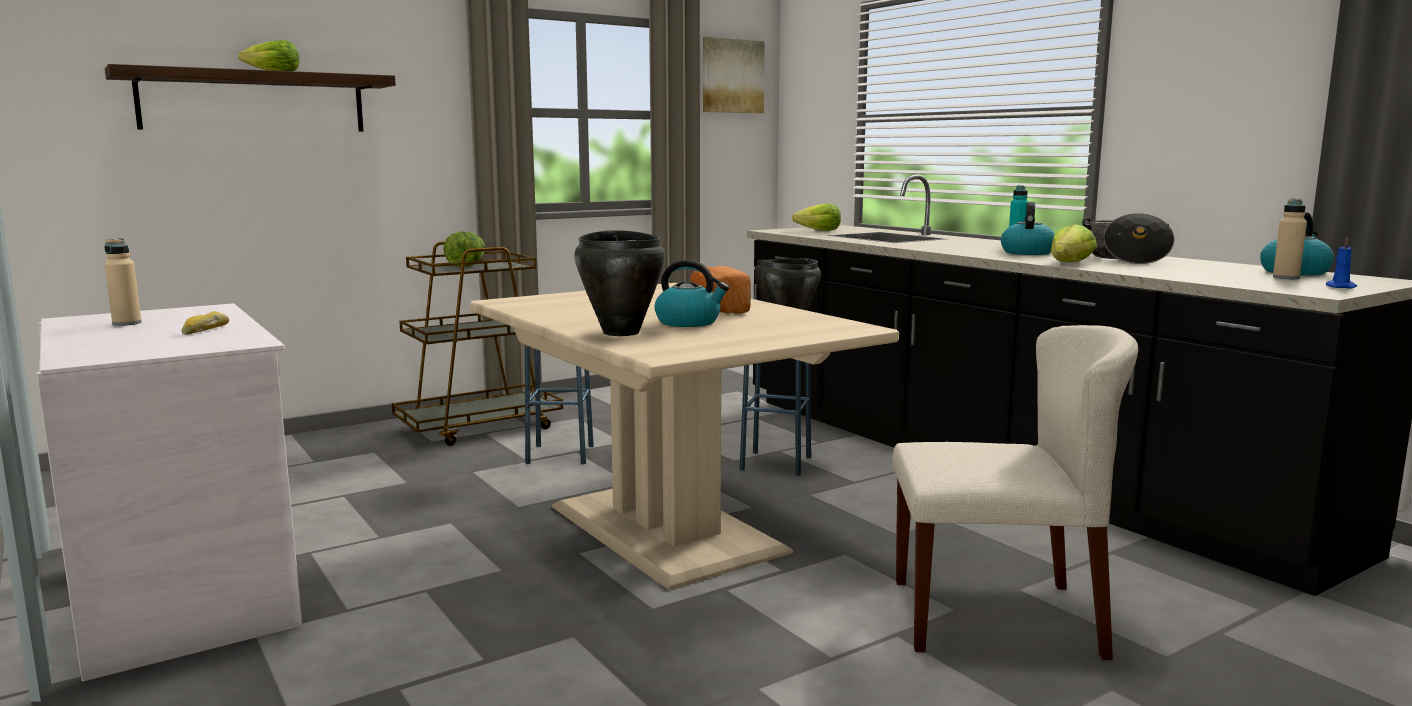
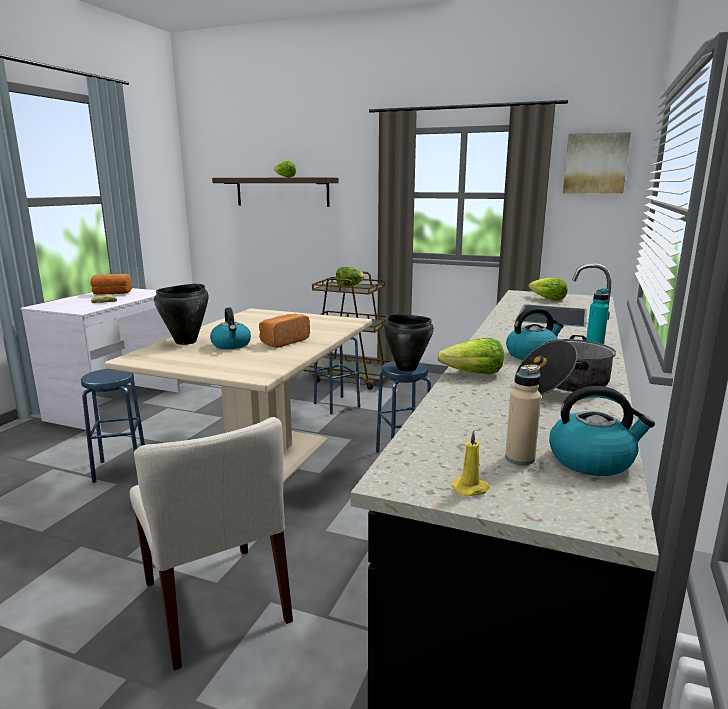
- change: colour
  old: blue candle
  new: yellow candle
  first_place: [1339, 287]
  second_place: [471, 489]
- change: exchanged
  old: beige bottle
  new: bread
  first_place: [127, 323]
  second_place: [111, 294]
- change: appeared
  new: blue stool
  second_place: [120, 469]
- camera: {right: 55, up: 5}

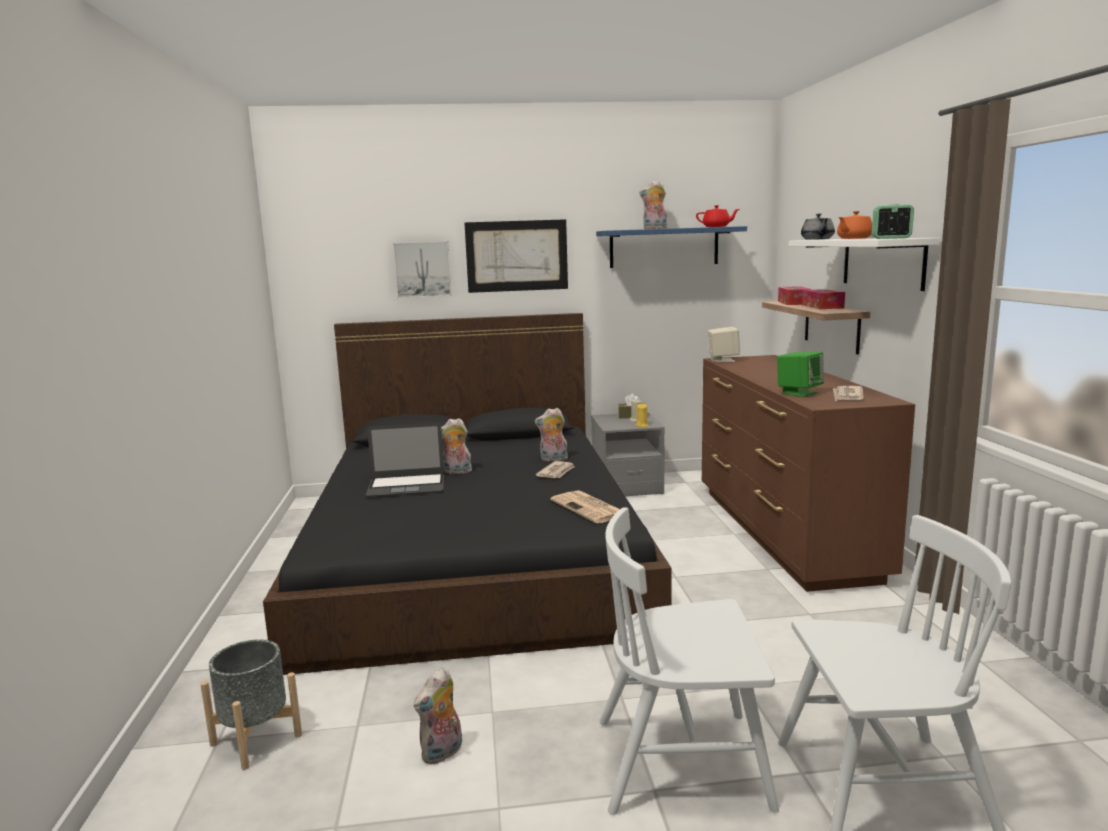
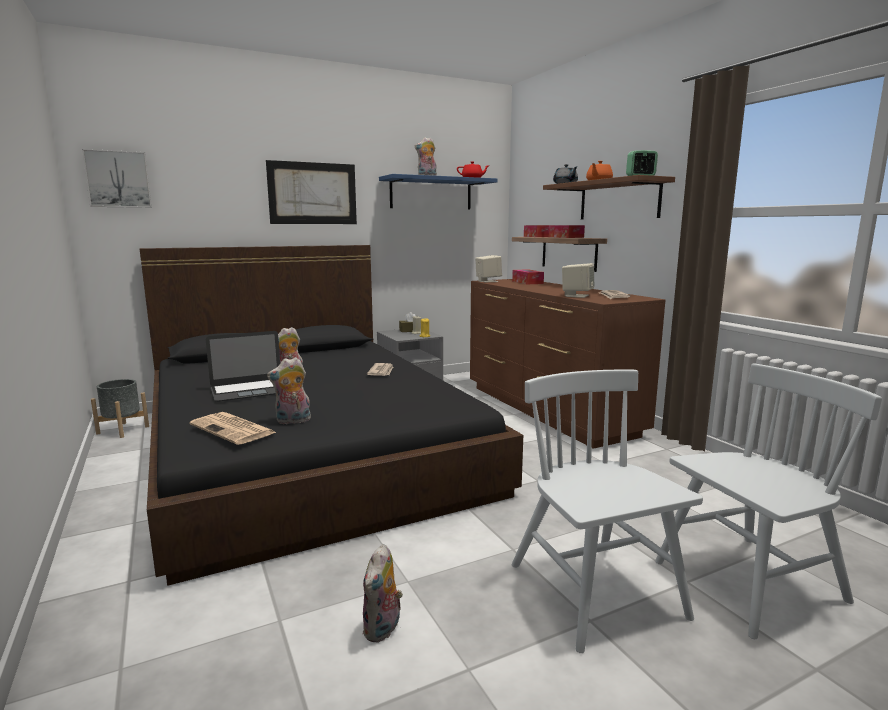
- change: colour
  old: white shelf
  new: brown shelf
  first_place: [882, 262]
  second_place: [618, 200]
- change: relocated
  old: picture
  first_place: [422, 269]
  second_place: [118, 179]
- change: colour
  old: green speaker
  new: beige speaker
  first_place: [799, 393]
  second_place: [577, 296]
- change: relocated
  old: plush toy
  first_place: [553, 459]
  second_place: [292, 421]
- change: relocated
  old: newspaper
  first_place: [590, 508]
  second_place: [234, 429]
- change: spun
  old: white chair
  first_place: [682, 761]
  second_place: [596, 591]
  degrees: 90
- change: relocated
  old: grey planter
  first_place: [257, 739]
  second_place: [123, 430]
- change: appeared
  new: tissue box
  second_place: [527, 282]
- camera: {right: -20, up: 0}

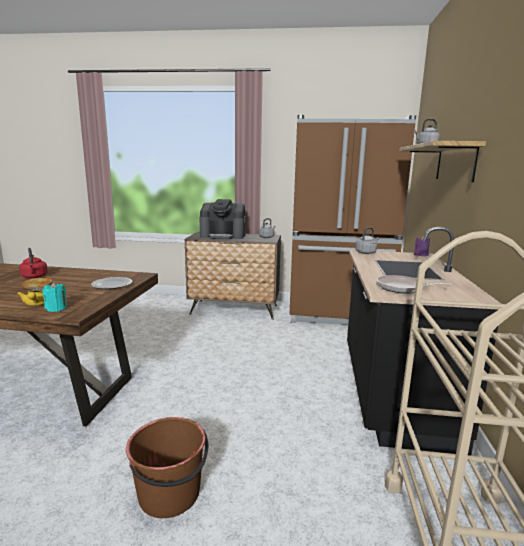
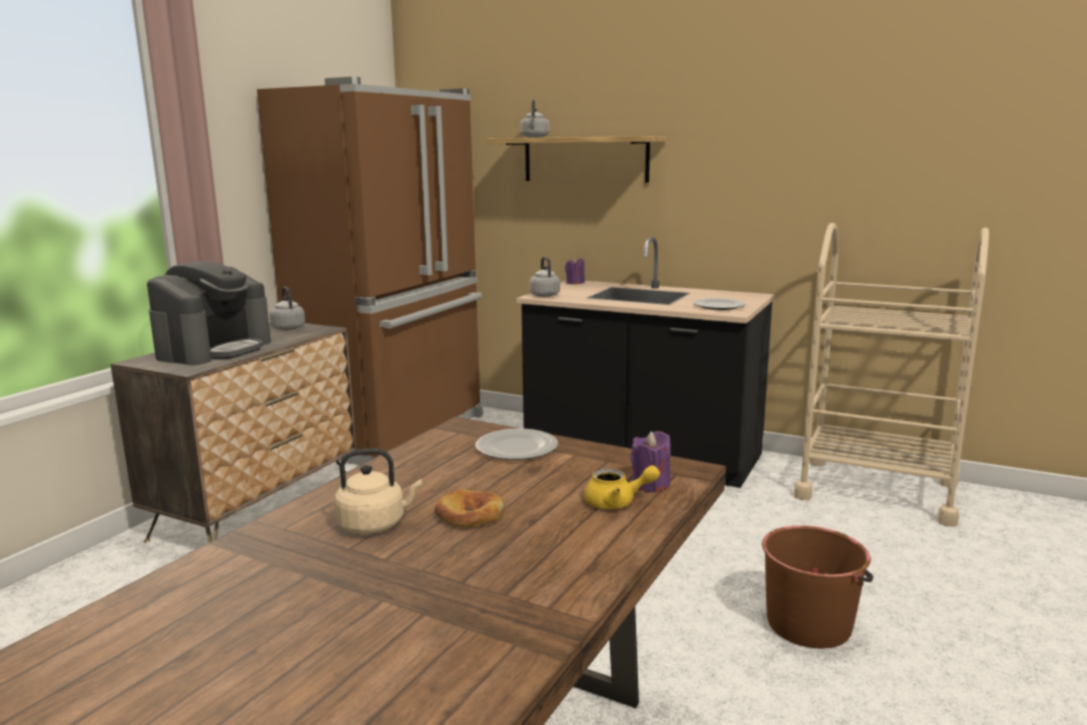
- change: colour
  old: red kettle
  new: beige kettle
  first_place: [34, 277]
  second_place: [375, 525]
- change: exchanged
  old: frying pan
  new: plate
  first_place: [403, 288]
  second_place: [719, 306]
- change: colour
  old: turquoise candle
  new: purple candle
  first_place: [56, 308]
  second_place: [650, 484]
- camera: {right: -70, up: 0}

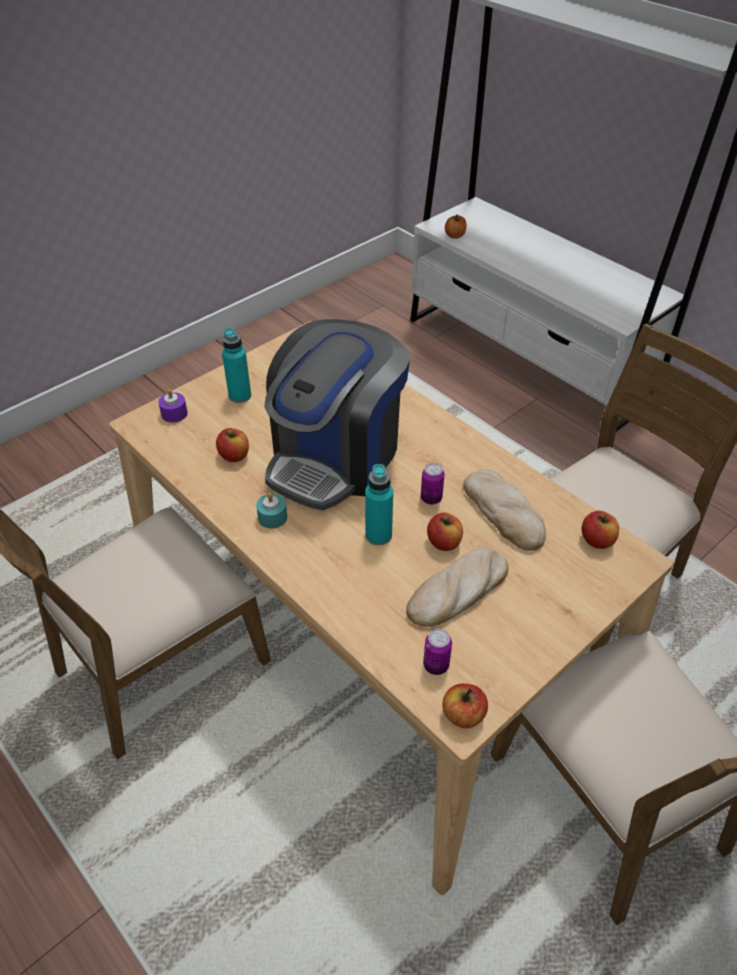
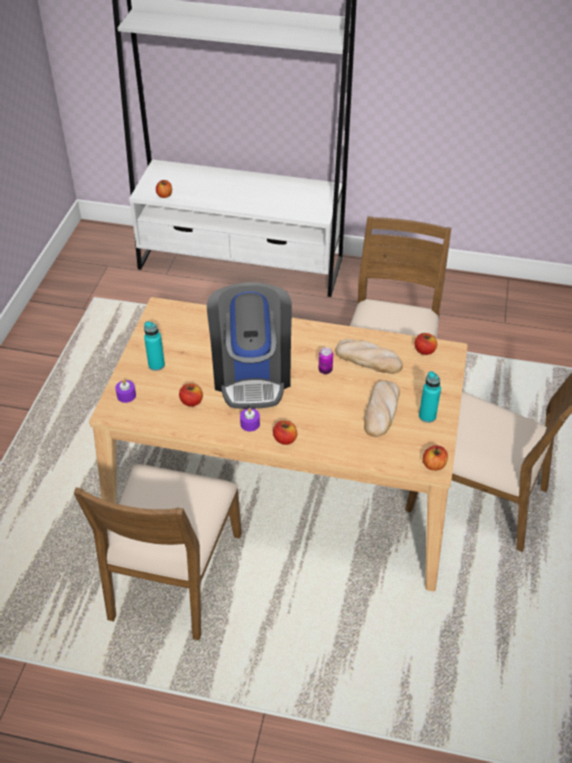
- change: relocated
  old: turquoise bottle
  first_place: [378, 535]
  second_place: [427, 416]
- change: colour
  old: turquoise candle
  new: purple candle
  first_place: [272, 517]
  second_place: [250, 424]
- change: relocated
  old: apple
  first_place: [444, 542]
  second_place: [285, 439]
- change: missing
  old: can
  first_place: [436, 665]
- camera: {right: -35, up: 0}

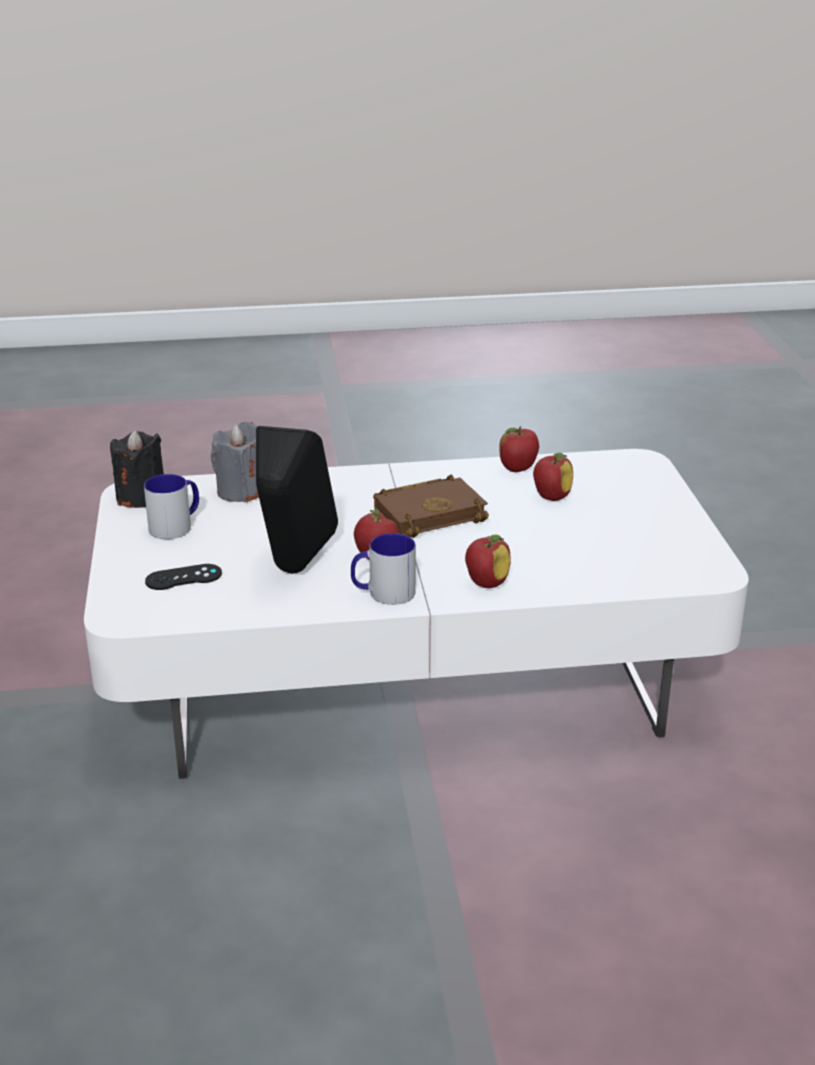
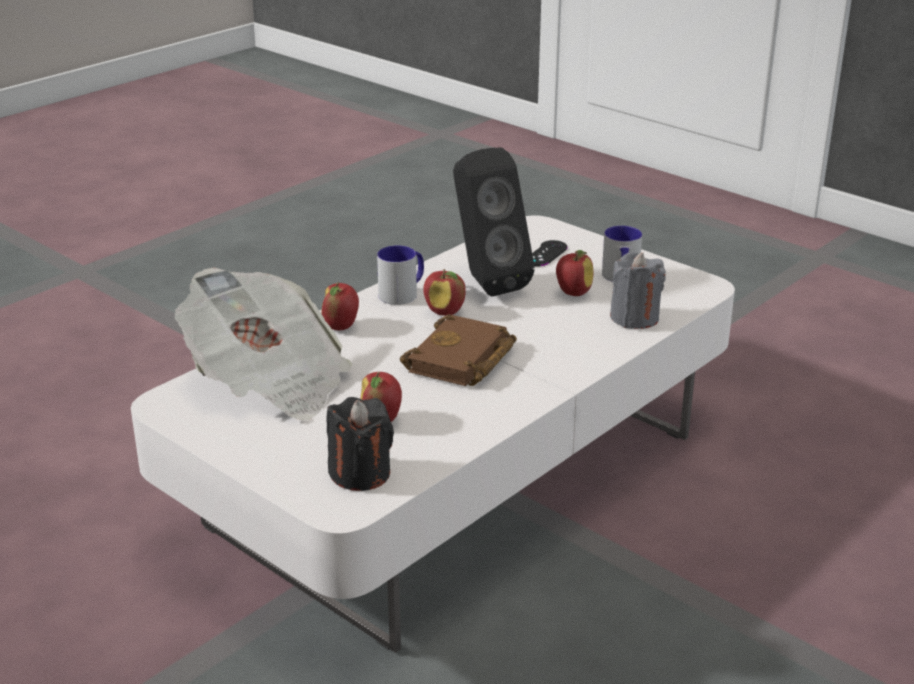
- change: relocated
  old: apple
  first_place: [518, 469]
  second_place: [573, 293]
- change: relocated
  old: black candle
  first_place: [141, 497]
  second_place: [360, 474]
- change: appeared
  new: newspaper
  second_place: [269, 381]
- camera: {right: 140, up: 0}

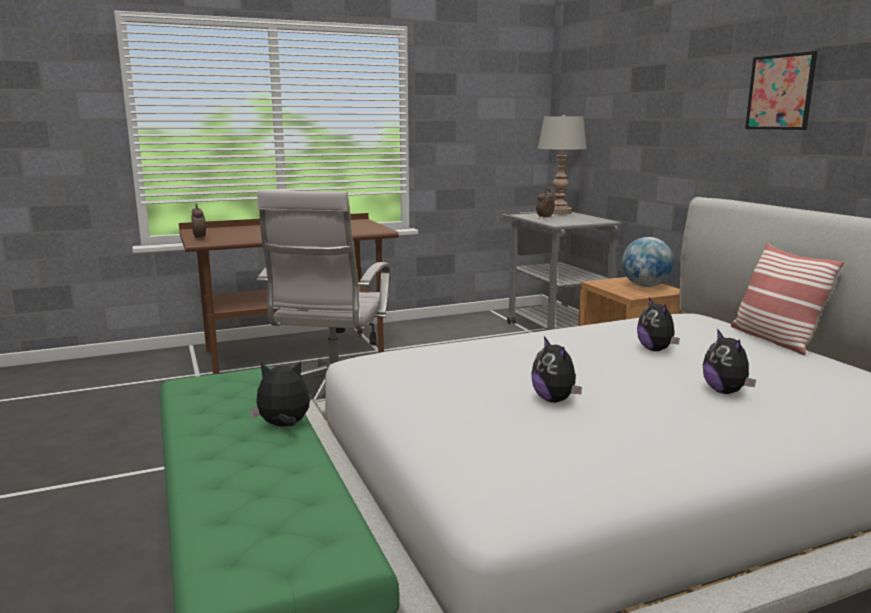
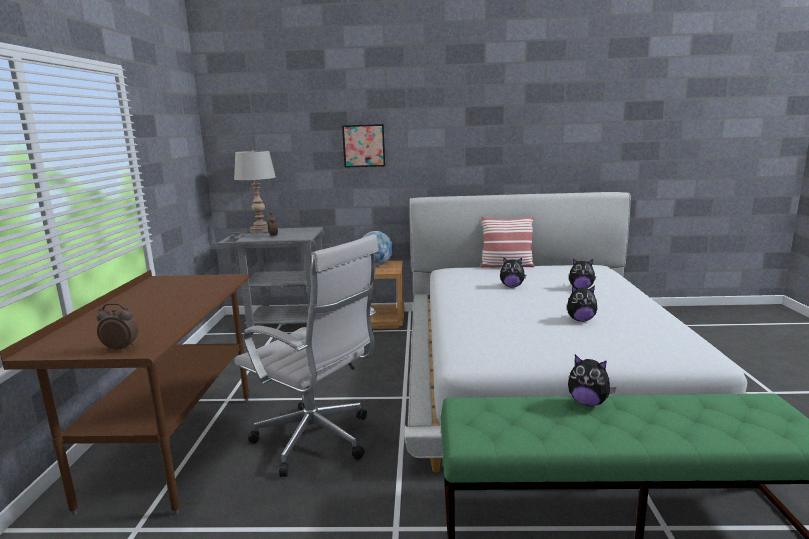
- change: relocated
  old: picture
  first_place: [780, 92]
  second_place: [364, 145]
- change: spun
  old: plush toy
  first_place: [284, 426]
  second_place: [588, 402]
  degrees: -75
- camera: {right: -65, up: 0}

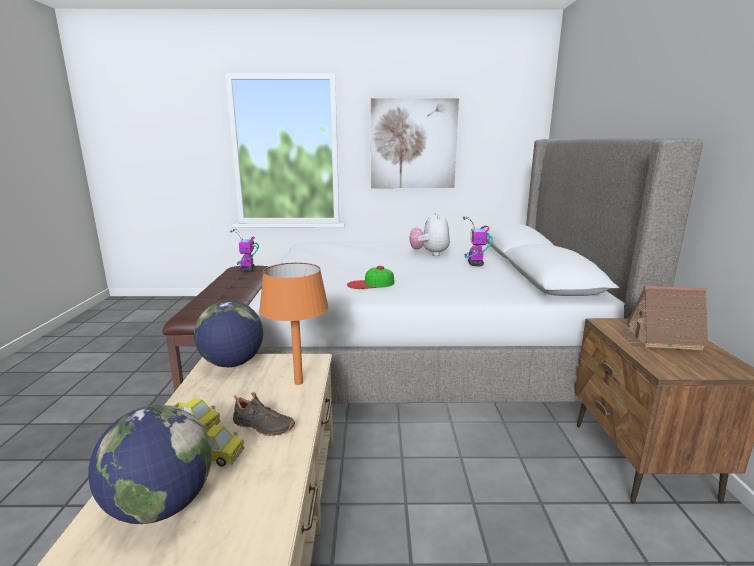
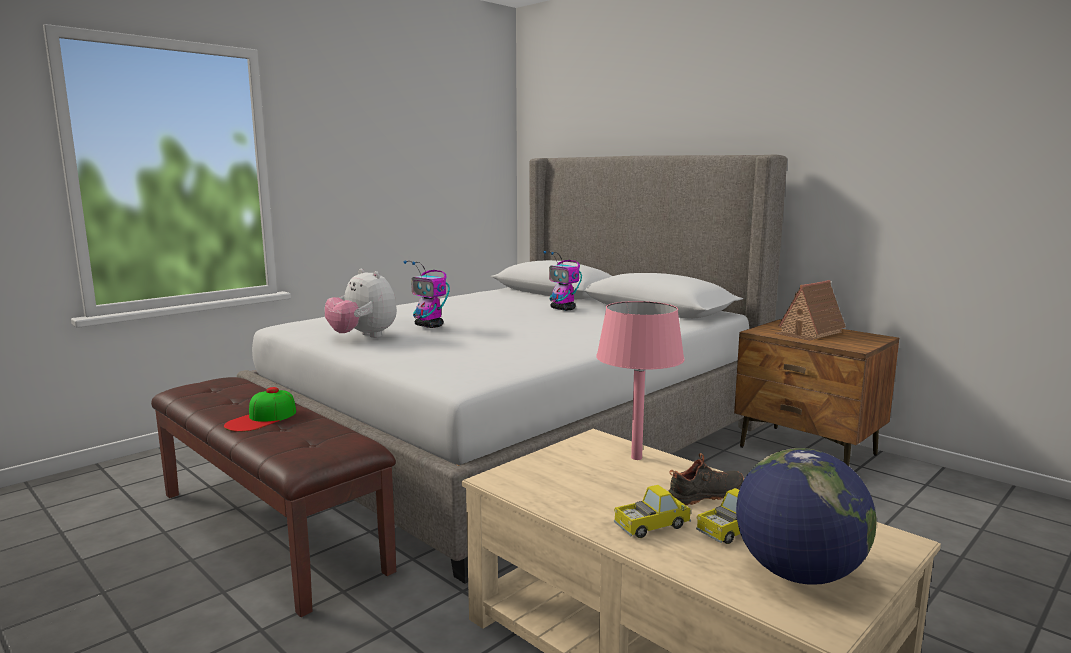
- change: missing
  old: picture
  first_place: [413, 144]
- change: relocated
  old: plush toy
  first_place: [429, 254]
  second_place: [363, 337]
- change: relocated
  old: toy robot
  first_place: [247, 270]
  second_place: [429, 326]
- change: colour
  old: orange table lamp
  new: pink table lamp
  first_place: [298, 383]
  second_place: [636, 458]
- change: relocated
  old: cap
  first_place: [370, 284]
  second_place: [262, 418]
- change: missing
  old: globe
  first_place: [232, 363]
- camera: {right: -45, up: -5}

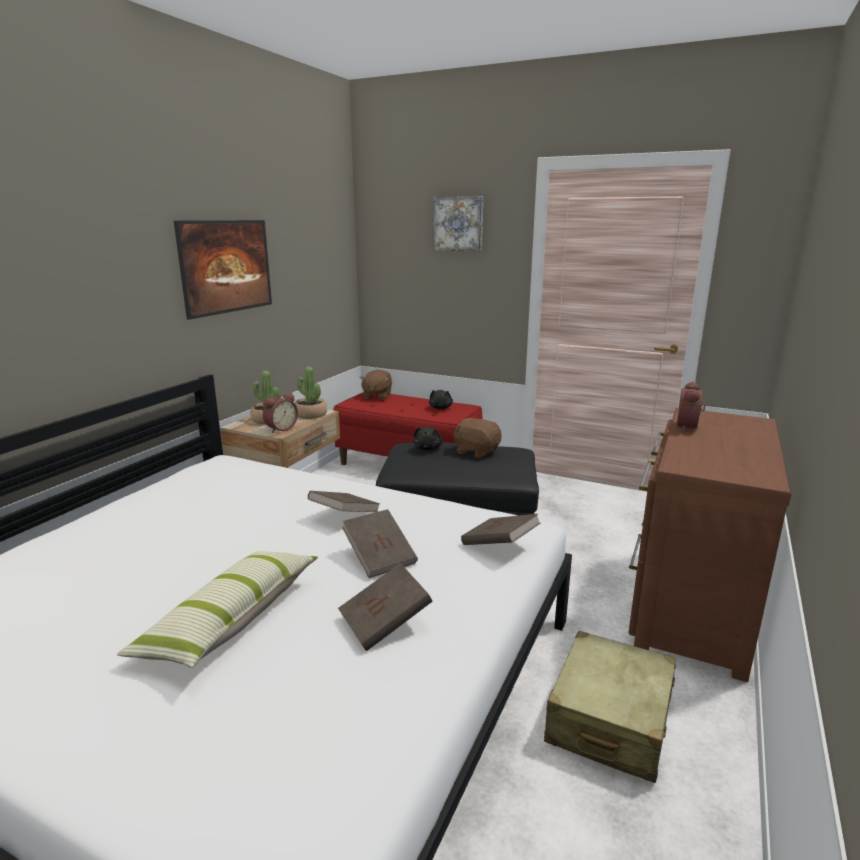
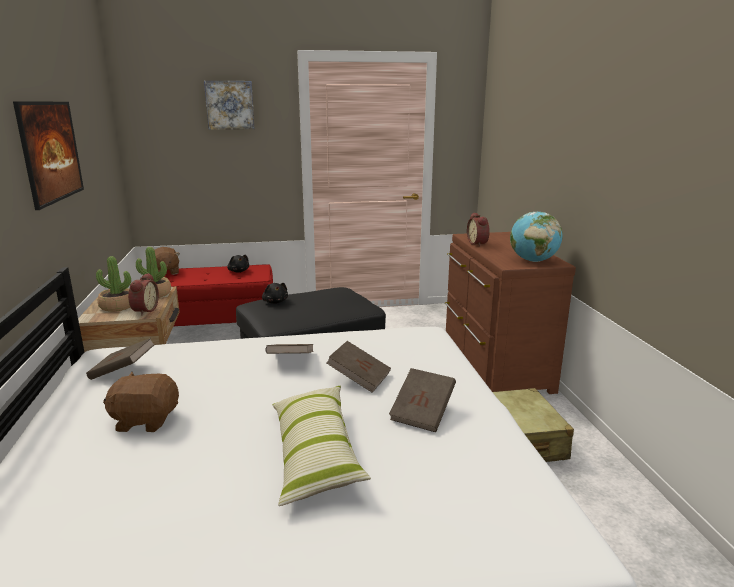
- change: relocated
  old: brown plush toy
  first_place: [476, 451]
  second_place: [145, 420]
- change: relocated
  old: brown book
  first_place: [499, 545]
  second_place: [123, 371]
- change: appeared
  new: globe
  second_place: [533, 261]
- camera: {right: -35, up: 0}

